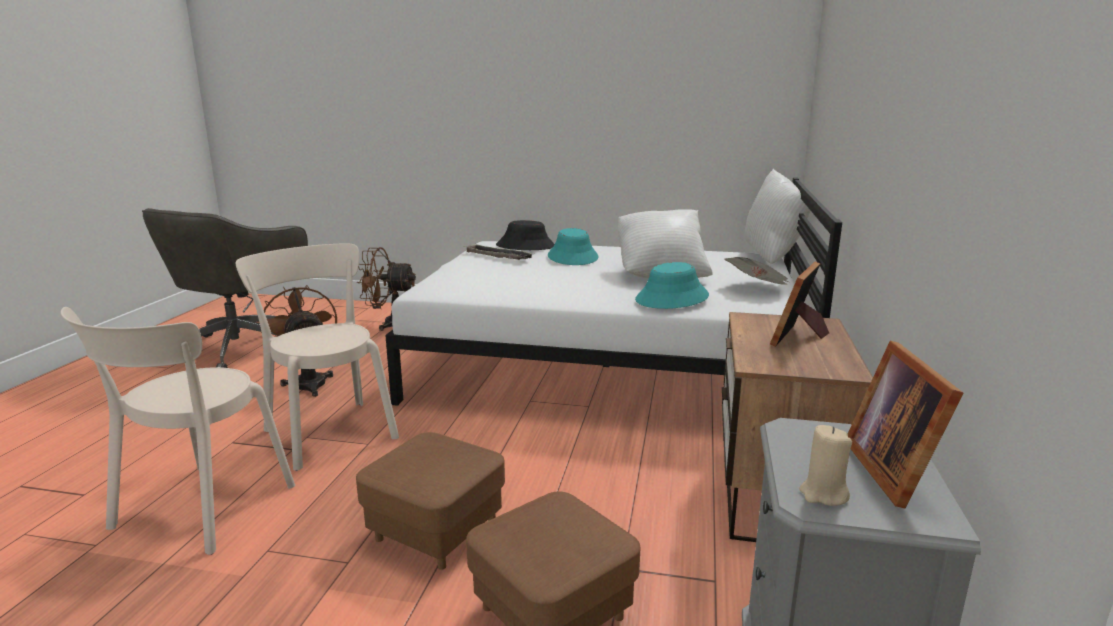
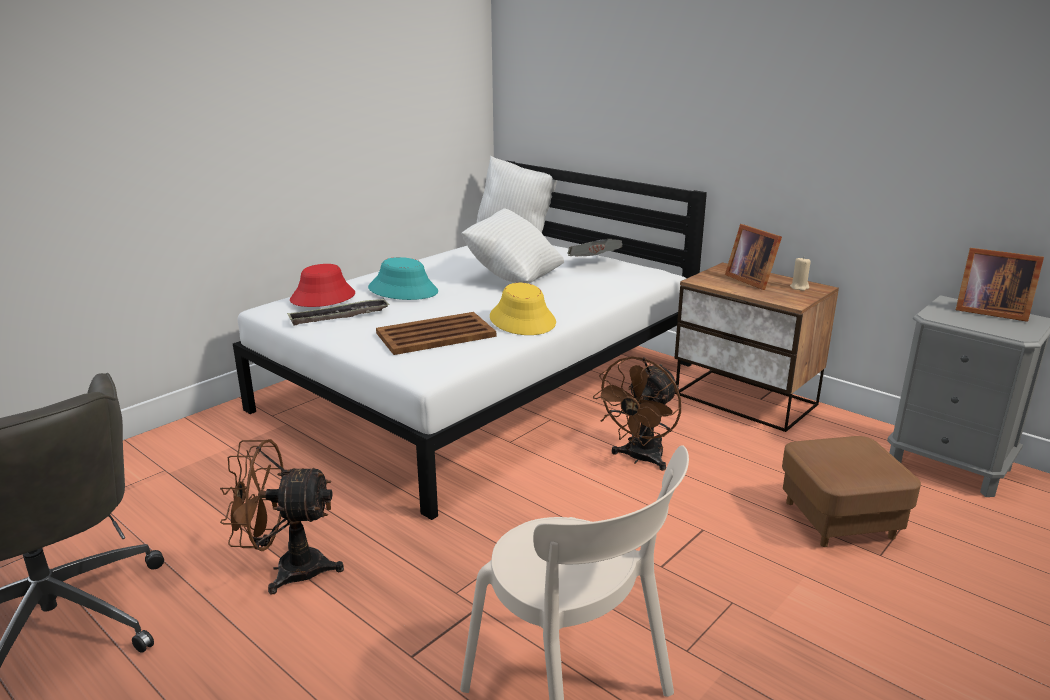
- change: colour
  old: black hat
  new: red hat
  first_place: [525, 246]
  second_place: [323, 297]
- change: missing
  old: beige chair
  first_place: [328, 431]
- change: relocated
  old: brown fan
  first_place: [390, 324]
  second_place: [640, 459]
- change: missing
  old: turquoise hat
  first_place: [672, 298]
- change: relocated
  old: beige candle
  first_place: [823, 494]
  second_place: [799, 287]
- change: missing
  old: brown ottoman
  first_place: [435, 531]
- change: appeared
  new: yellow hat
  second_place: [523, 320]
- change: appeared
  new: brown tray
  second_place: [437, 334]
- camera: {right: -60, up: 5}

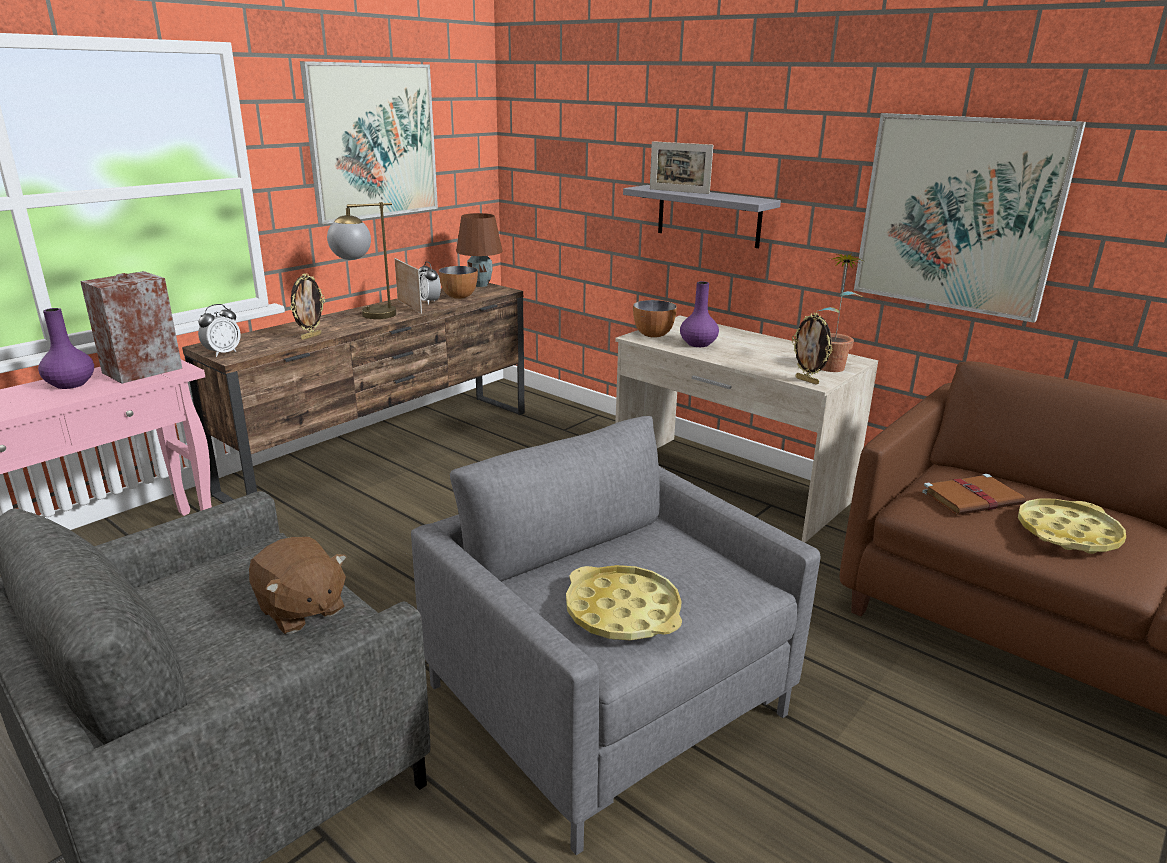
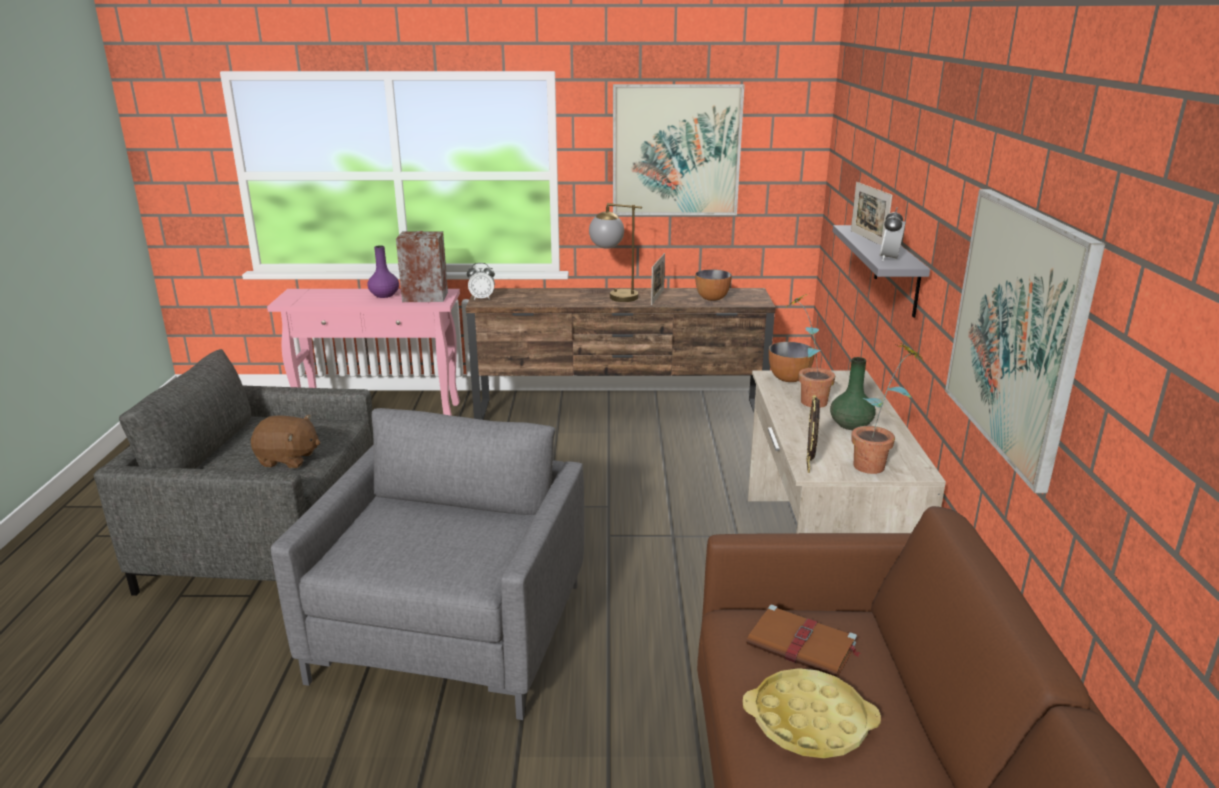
- change: missing
  old: brown table lamp
  first_place: [481, 285]
- change: relocated
  old: alarm clock
  first_place: [430, 302]
  second_place: [889, 259]
- change: missing
  old: picture frame
  first_place: [311, 336]
- change: exchanged
  old: purple vase
  new: potted plant
  first_place: [698, 344]
  second_place: [806, 400]
- change: spun
  old: brown plush toy
  first_place: [300, 610]
  second_place: [288, 459]
  degrees: -90
- change: missing
  old: yellow tray
  first_place: [622, 612]
- change: appeared
  new: green vase
  second_place: [850, 425]
- camera: {right: 50, up: 0}

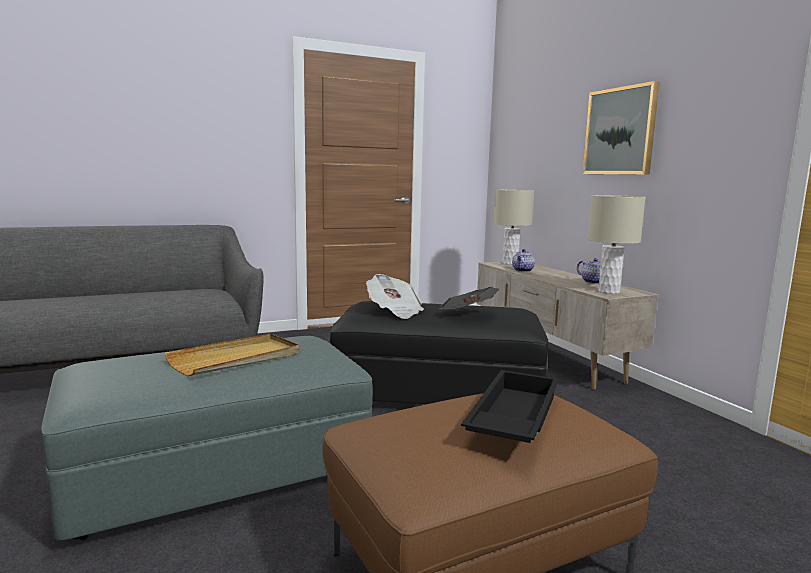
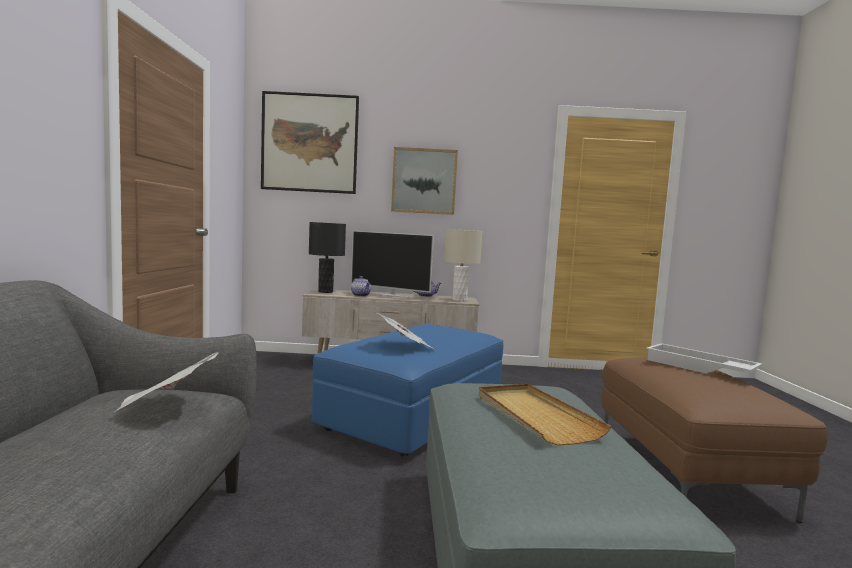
- change: colour
  old: beige table lamp
  new: black table lamp
  first_place: [510, 263]
  second_place: [325, 291]
- change: relocated
  old: newspaper
  first_place: [467, 315]
  second_place: [165, 406]
- change: colour
  old: black ottoman
  new: blue ottoman
  first_place: [437, 391]
  second_place: [414, 414]
- change: colour
  old: black tray
  new: white tray
  first_place: [511, 417]
  second_place: [698, 367]
- change: appeared
  new: picture
  second_place: [310, 143]
- change: appeared
  new: television
  second_place: [390, 295]
- camera: {right: -65, up: -5}

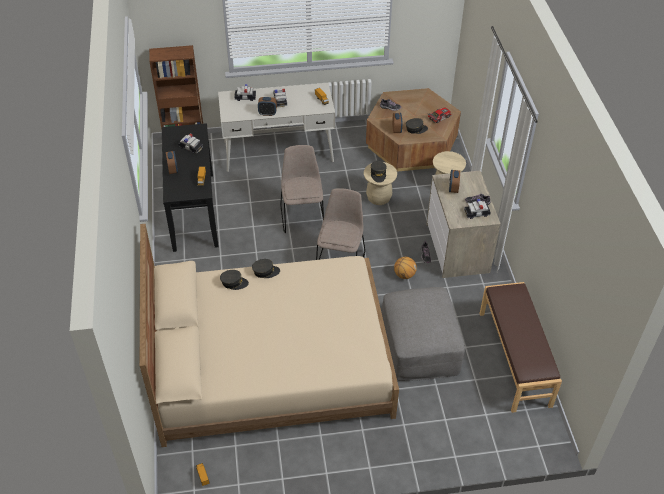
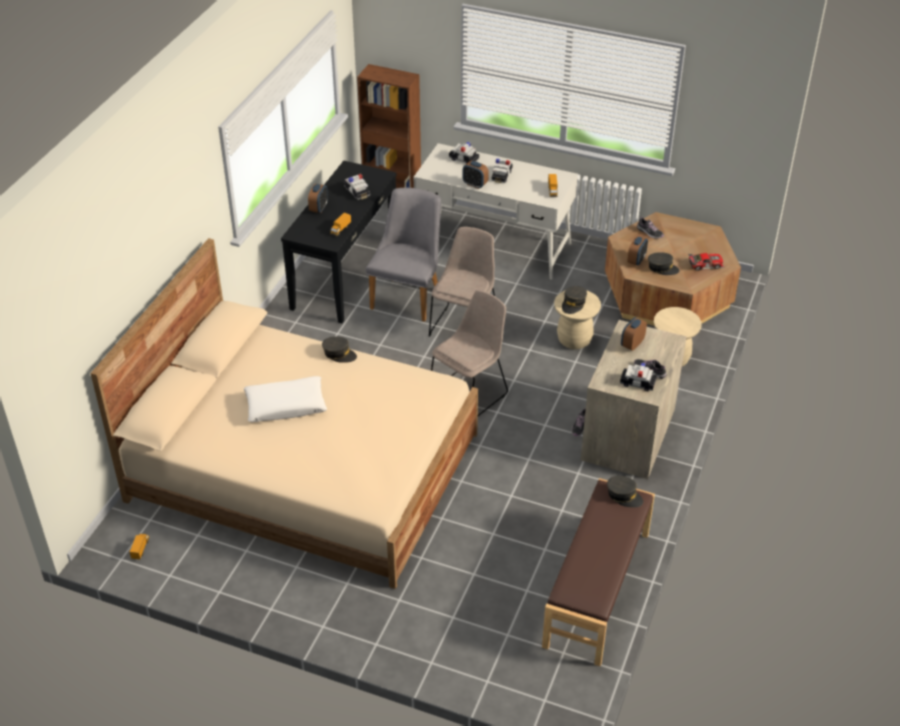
- change: missing
  old: basketball
  first_place: [404, 275]
- change: relocated
  old: grey cap
  first_place: [234, 283]
  second_place: [624, 496]
- change: missing
  old: grey ottoman
  first_place: [419, 344]
- change: appeared
  new: grey chair
  second_place: [409, 295]
- change: appeared
  new: white pillow
  second_place: [285, 405]
- camera: {right: 30, up: -5}

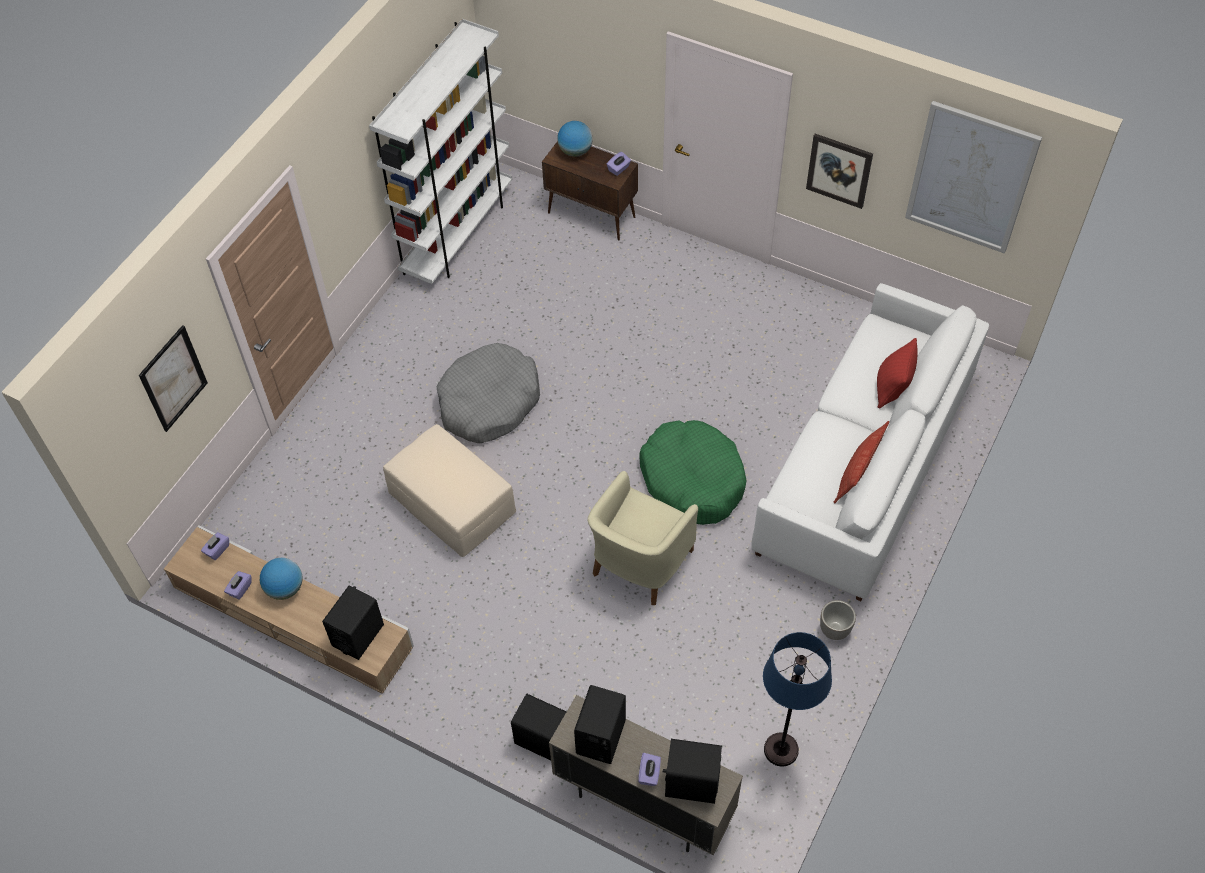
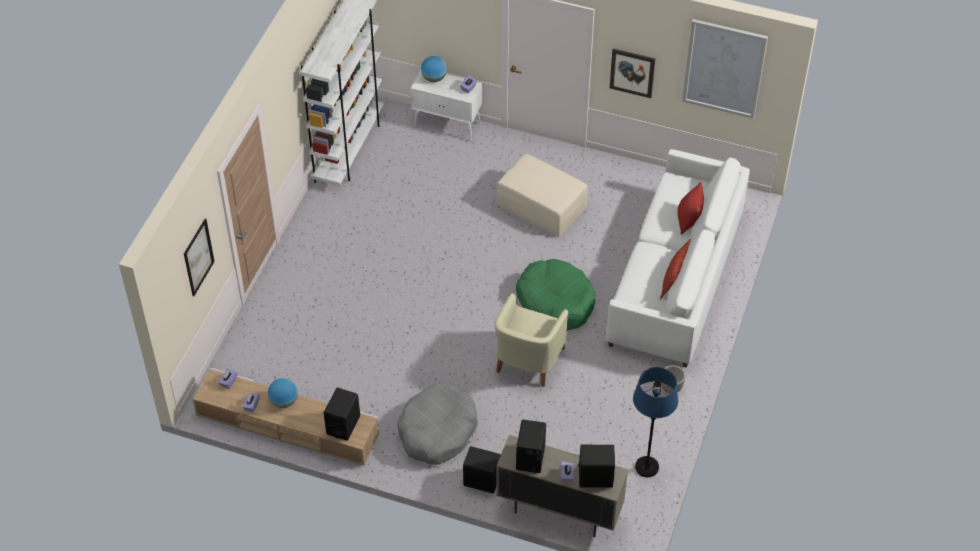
- change: colour
  old: brown cabinet
  new: white cabinet
  first_place: [592, 215]
  second_place: [448, 125]
- change: relocated
  old: grey dog bed
  first_place: [489, 402]
  second_place: [437, 431]
- change: relocated
  old: beige ottoman
  first_place: [452, 503]
  second_place: [541, 206]
- camera: {right: -10, up: -5}

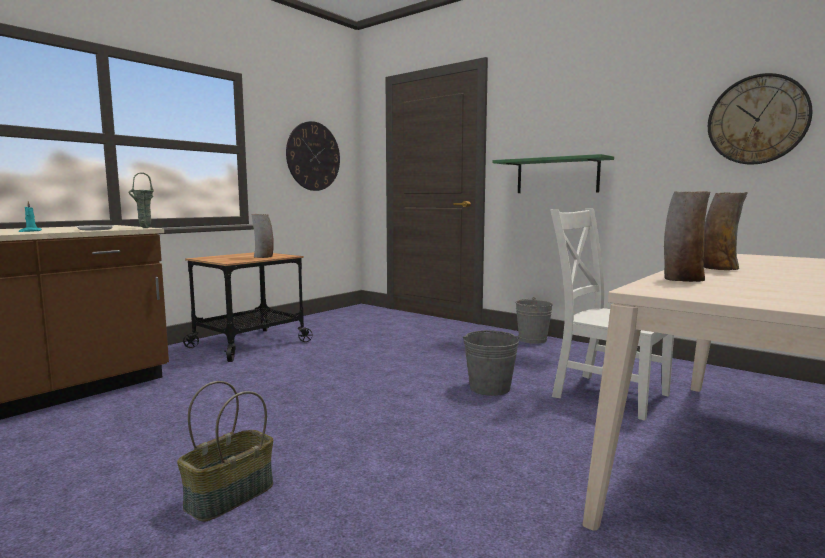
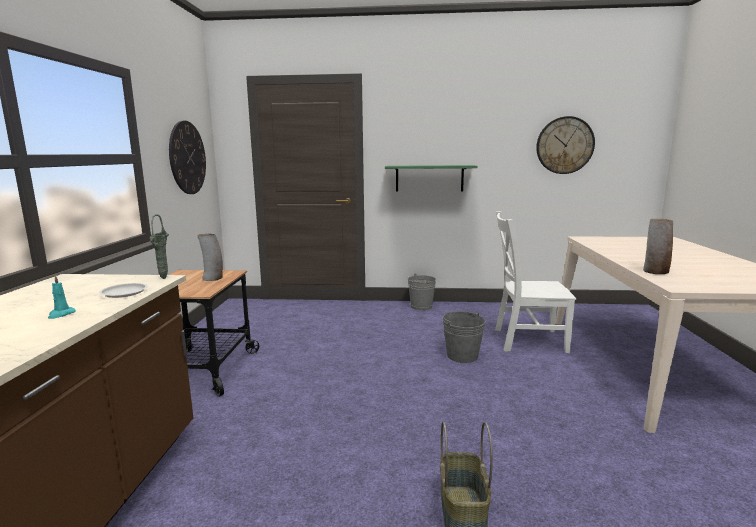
- change: missing
  old: vase
  first_place: [719, 268]
- camera: {right: -35, up: 5}

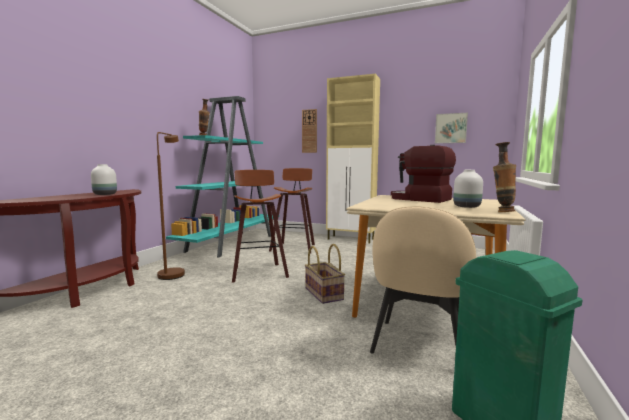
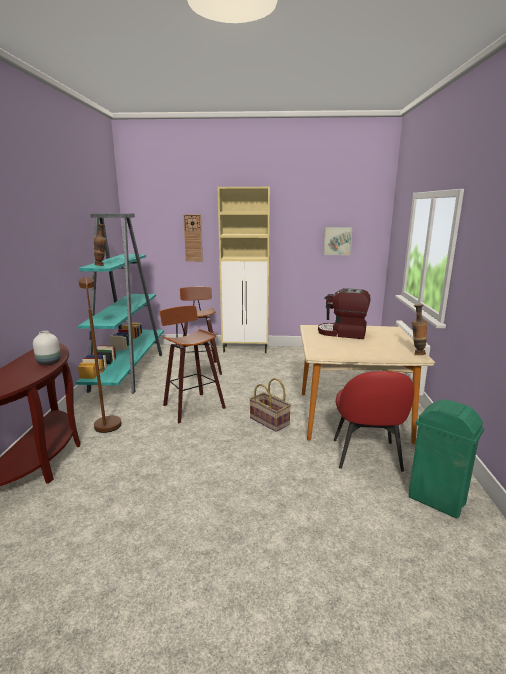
- change: missing
  old: white vase
  first_place: [466, 207]
- change: colour
  old: beige chair
  new: red chair
  first_place: [418, 347]
  second_place: [366, 456]
- camera: {right: -20, up: 10}

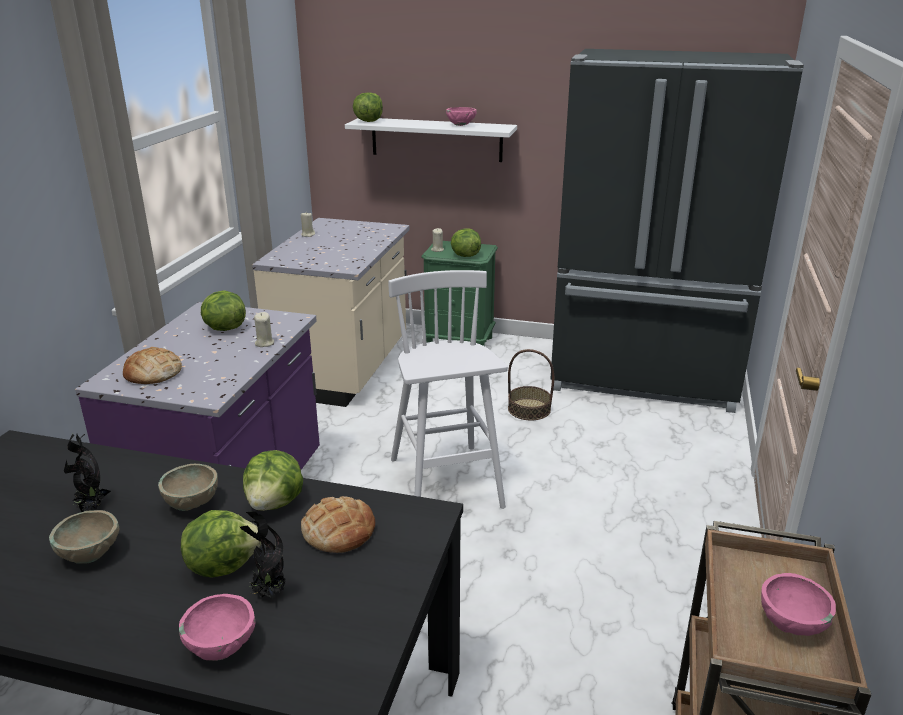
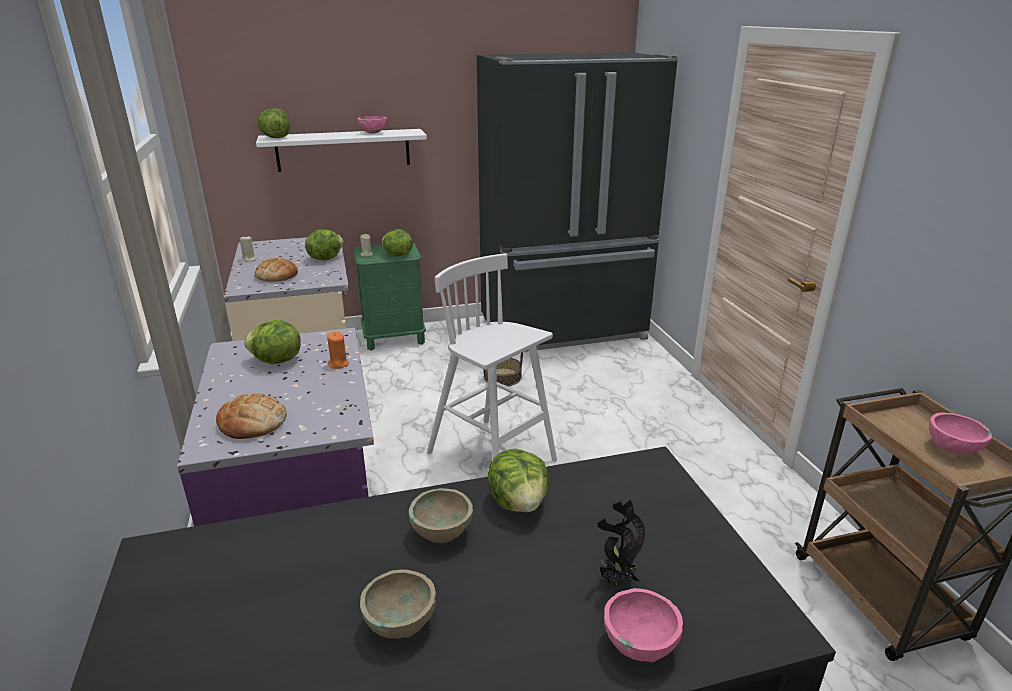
- change: colour
  old: beige candle
  new: orange candle
  first_place: [264, 343]
  second_place: [338, 364]
- change: missing
  old: potted plant
  first_place: [92, 509]
- change: relocated
  old: bread
  first_place: [338, 530]
  second_place: [277, 275]
- change: relocated
  old: lettuce
  first_place: [223, 565]
  second_place: [325, 258]
- camera: {right: -30, up: 0}

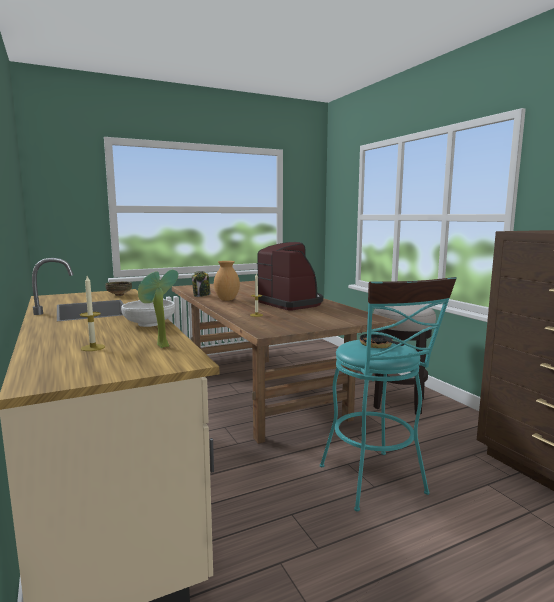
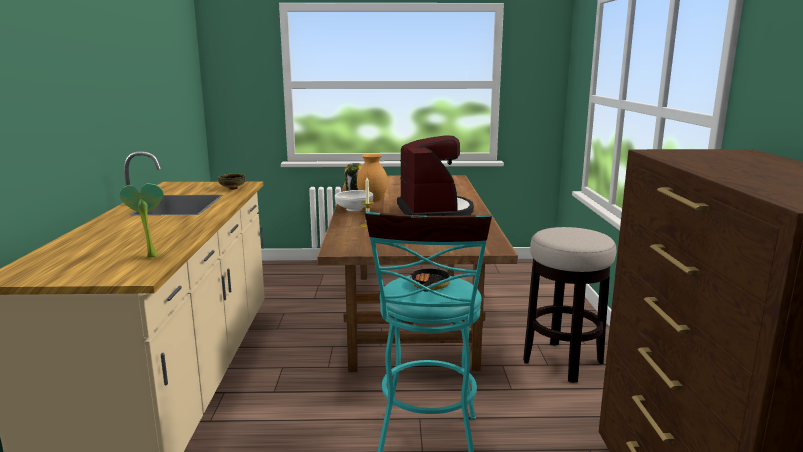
- change: missing
  old: candle
  first_place: [93, 347]
- change: relocated
  old: white bowl
  first_place: [149, 324]
  second_place: [354, 209]
- camera: {right: 25, up: 5}

